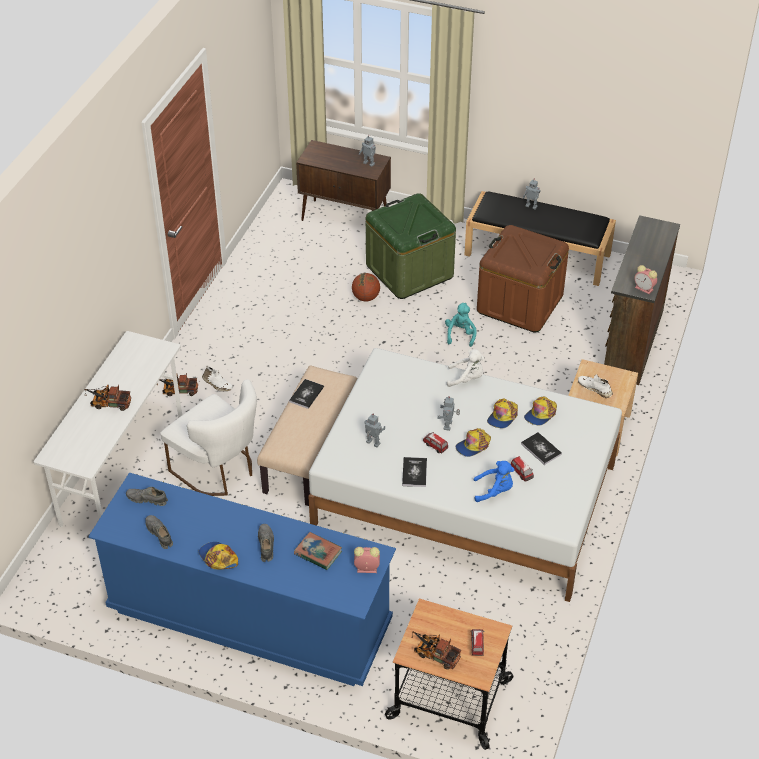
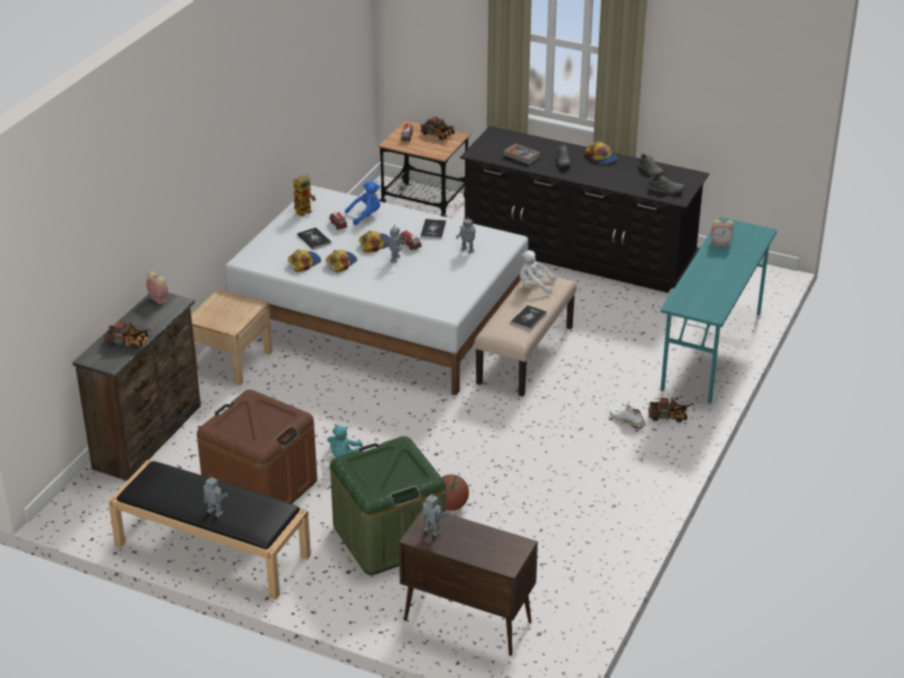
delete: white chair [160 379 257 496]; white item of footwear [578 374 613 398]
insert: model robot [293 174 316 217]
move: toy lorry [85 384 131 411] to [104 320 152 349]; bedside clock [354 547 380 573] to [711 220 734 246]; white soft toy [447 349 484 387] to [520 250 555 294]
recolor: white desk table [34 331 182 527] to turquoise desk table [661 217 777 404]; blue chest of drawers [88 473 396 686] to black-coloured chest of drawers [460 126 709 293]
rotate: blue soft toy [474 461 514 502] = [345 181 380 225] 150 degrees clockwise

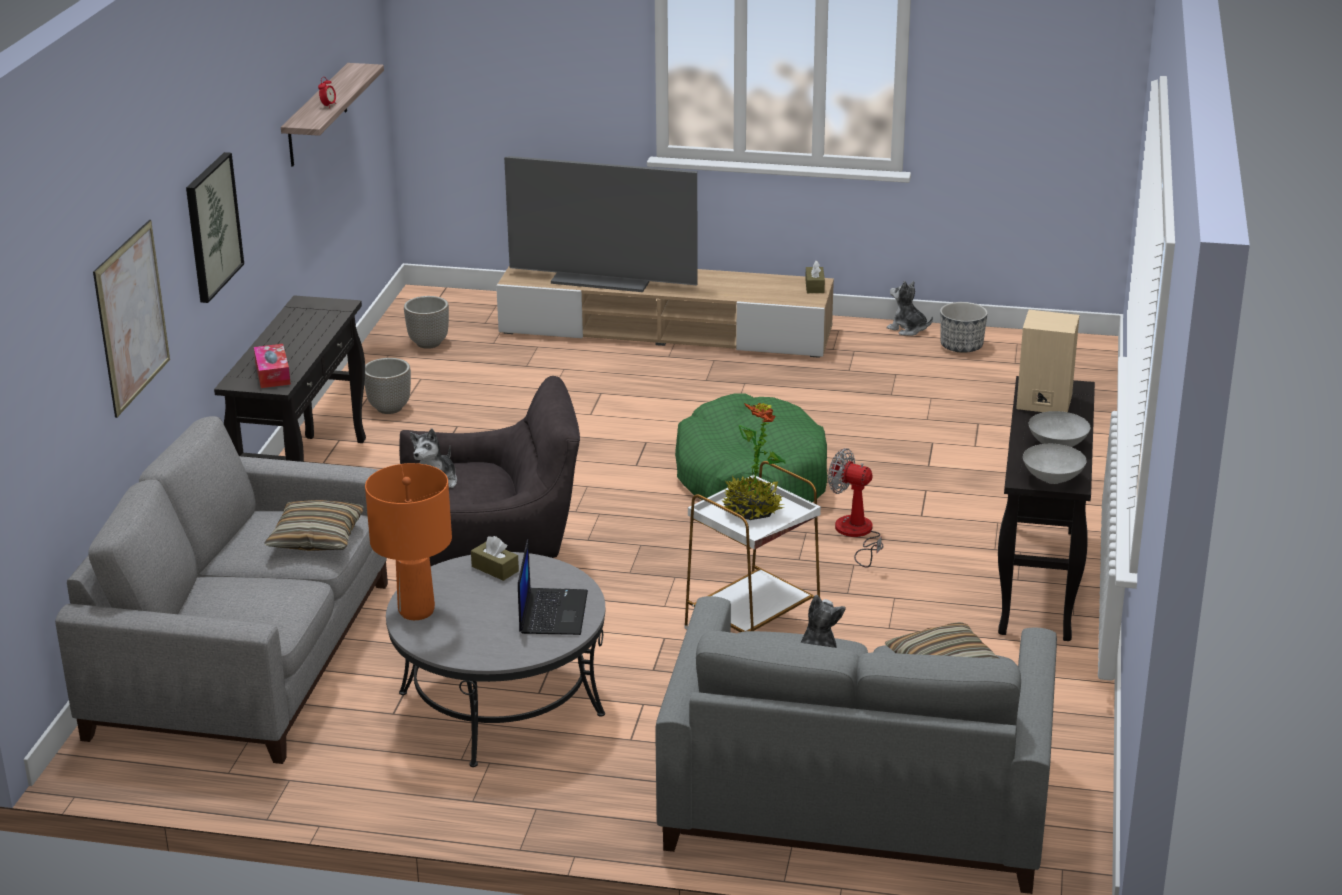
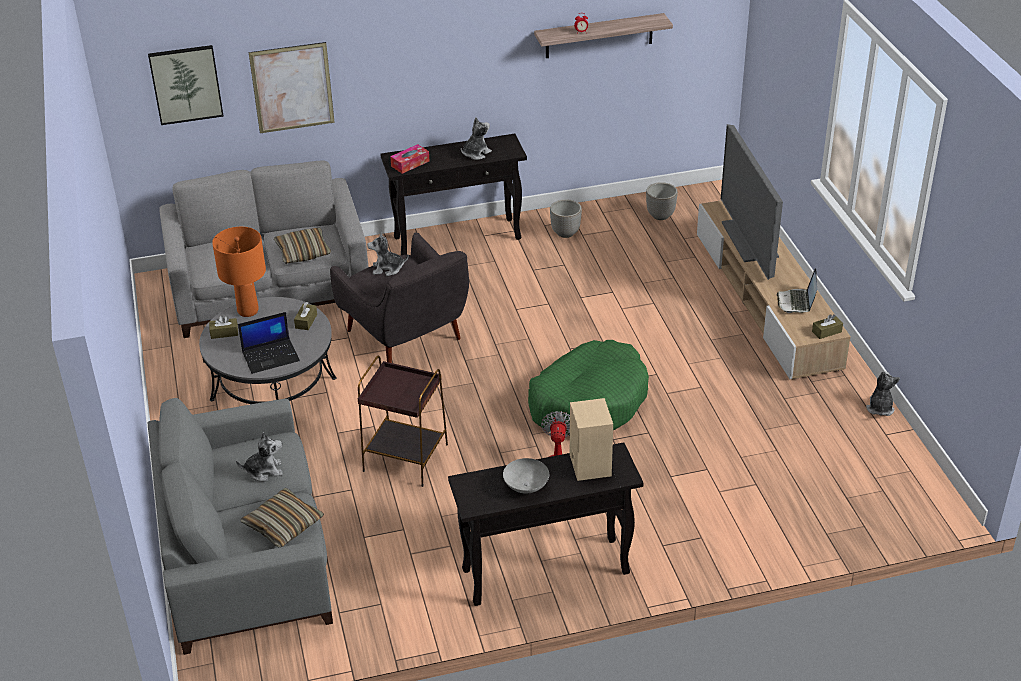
delete: houseplant [722 403 786 520]; plant pot [940 302 988 353]; greyish bowl [1023 444 1087 484]
insert: brownish box of tissues [209 315 238 339]; soft toy [461 118 492 160]; laptop [777 268 817 313]
move: picture [186 152 244 303] to [148 45 223 125]
recolor: white side table [684 461 821 632] to brownish side table [358 356 448 487]

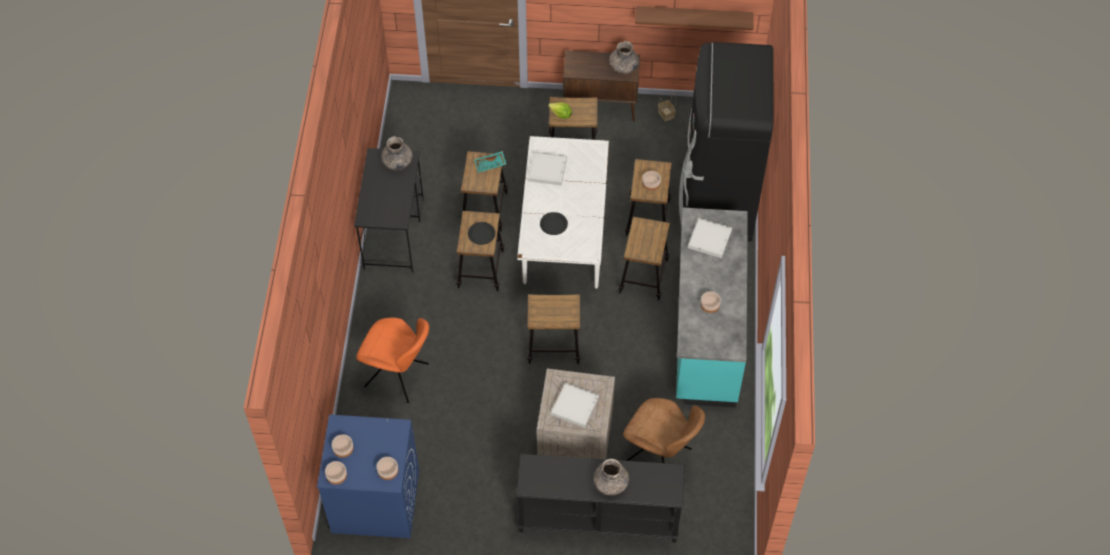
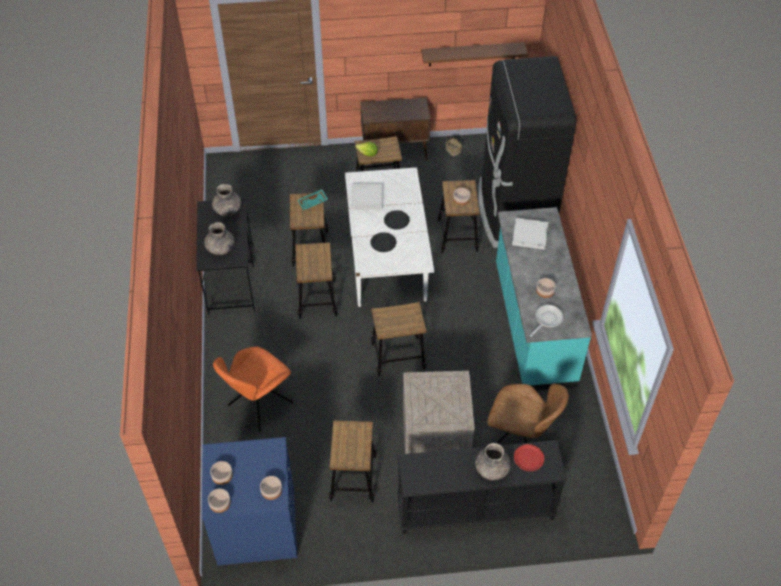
delete: white tray [551 383 599 428]
insert: red-coloured dinner plate [514 444 544 471]; skillet [530 305 563 337]
move: black-coloured dinner plate [468 222 495 245] to [384 210 410 230]; greyish flower vase [609 41 639 74] to [204 222 235 255]; stool [618 216 670 301] to [329 420 377 503]
rotate: orangey chair [356 318 429 403] = [213 347 293 432] 120 degrees clockwise

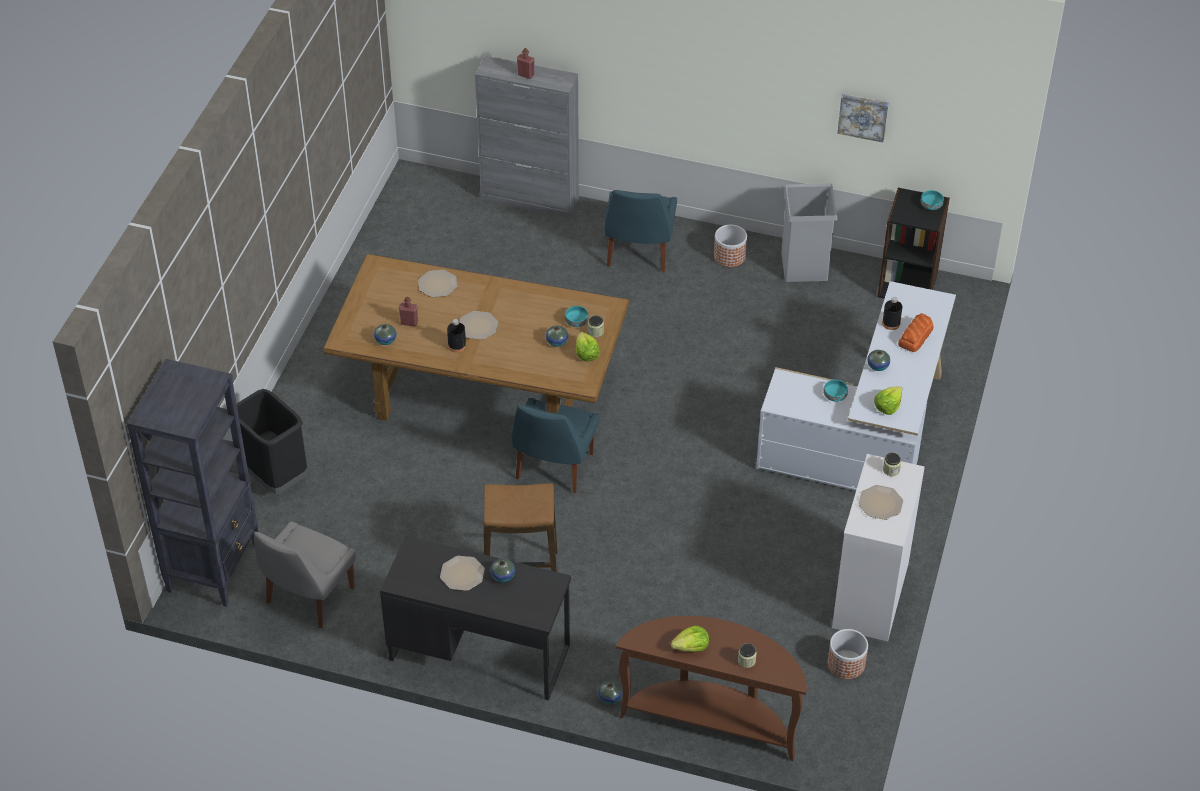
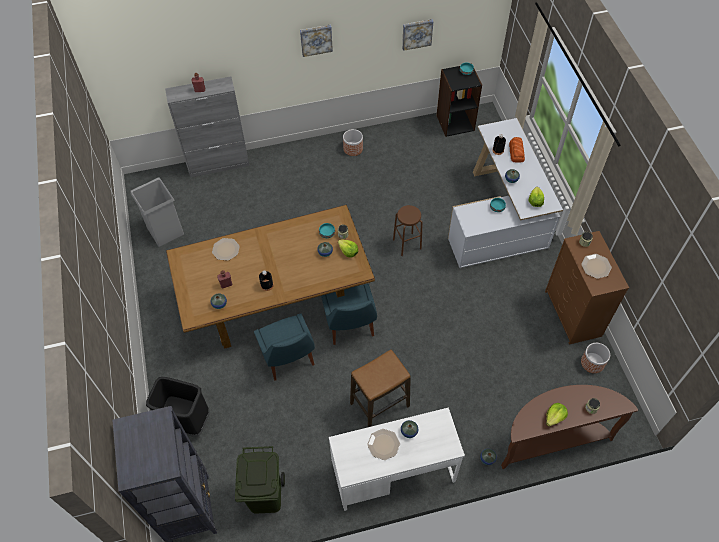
delete: dinner plate [459 311 498 340]
insert: picture [300 25 333 57]; brownish stool [393 205 423 256]
move: blue chair [604 190 677 272] to [254 313 315 380]; greyish trash can [781 183 838 282] to [130 177 184 247]
replace: greyish chair [254 521 356 628] to green trash can [235 446 285 514]
recolor: black-coloured desk table [380 536 571 700] to white desk table [329 407 465 511]; white chest of drawers [832 454 925 641] to brownish chest of drawers [545 231 629 345]

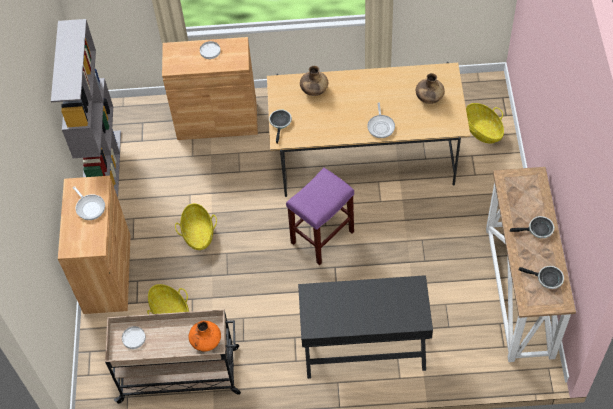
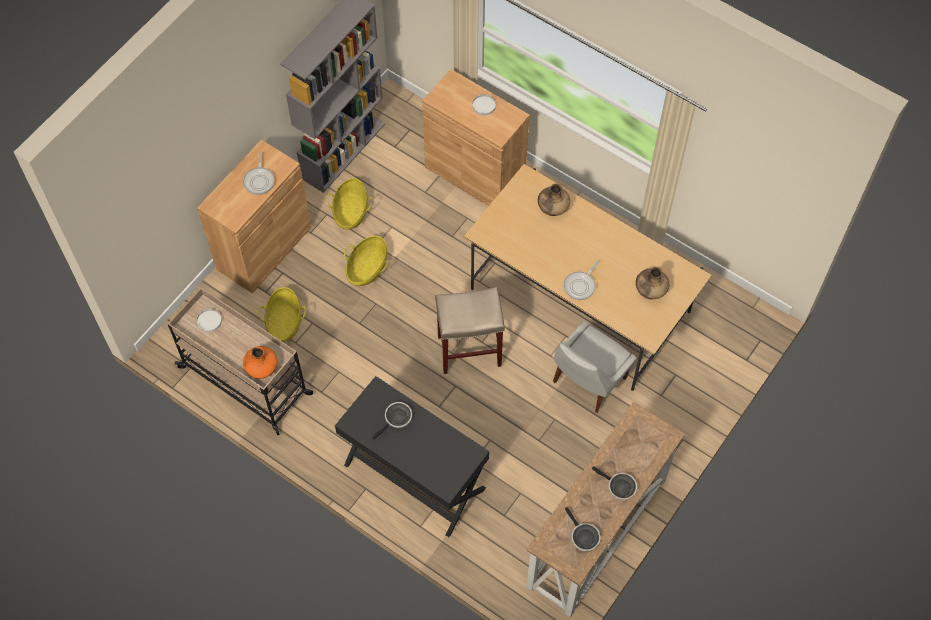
insert: white chair [553 321 636 413]
move: skillet [269 109 292 144] to [373 402 412 440]; household basket [466 103 504 143] to [327 178 372 230]
recolor: purple stool [286 168 354 265] to sand-coloured stool [435 287 505 374]

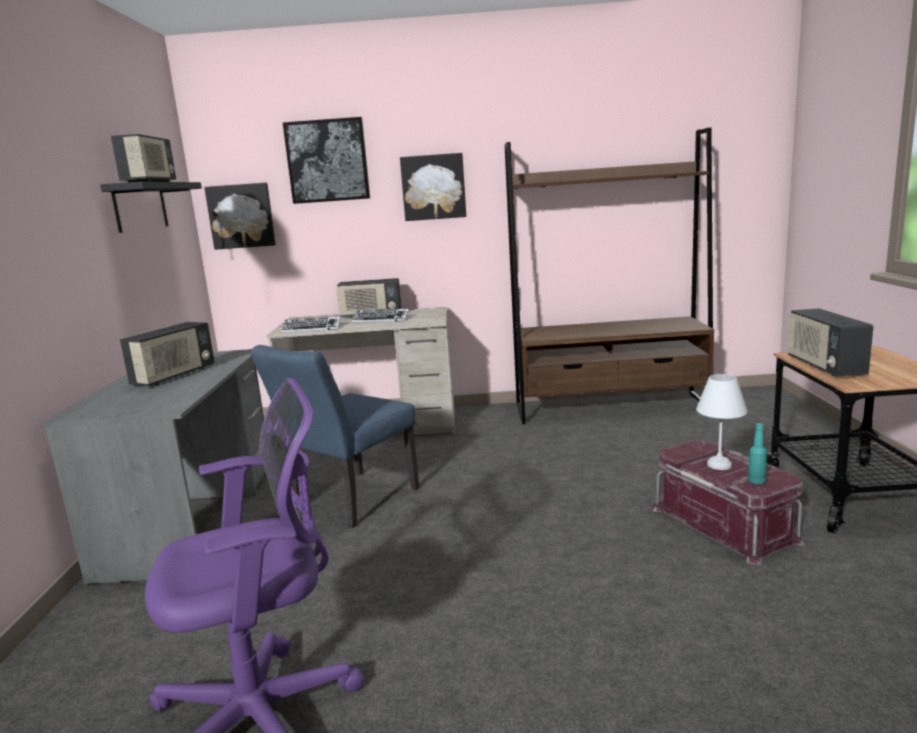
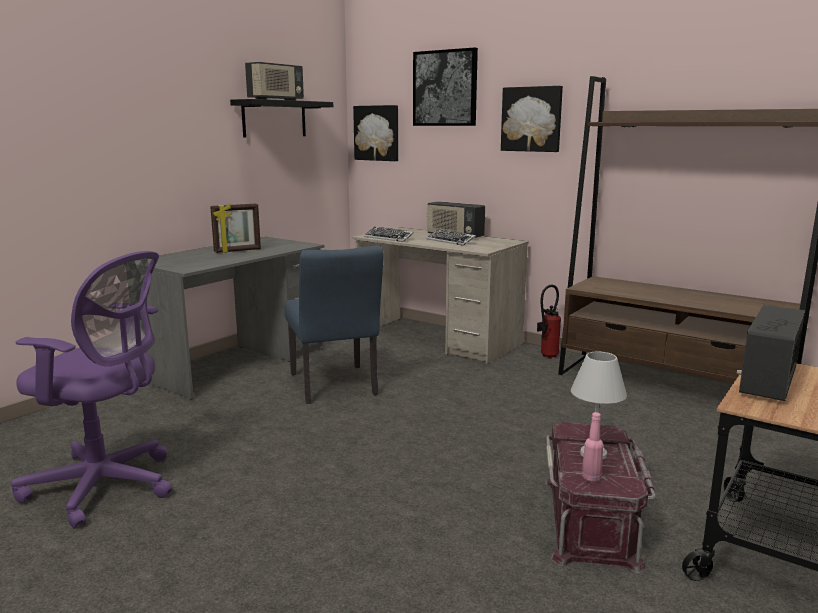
insert: extinguisher [537 285 561 359]
replace: radio set [120 322 215 386] to picture frame [210 204 261 253]
recolor: turquoise drink bottle [748 423 767 484] to pink drink bottle [582 412 603 482]
rotate: blue chair [251 345 419 528] = [284 246 384 404] 90 degrees counterclockwise

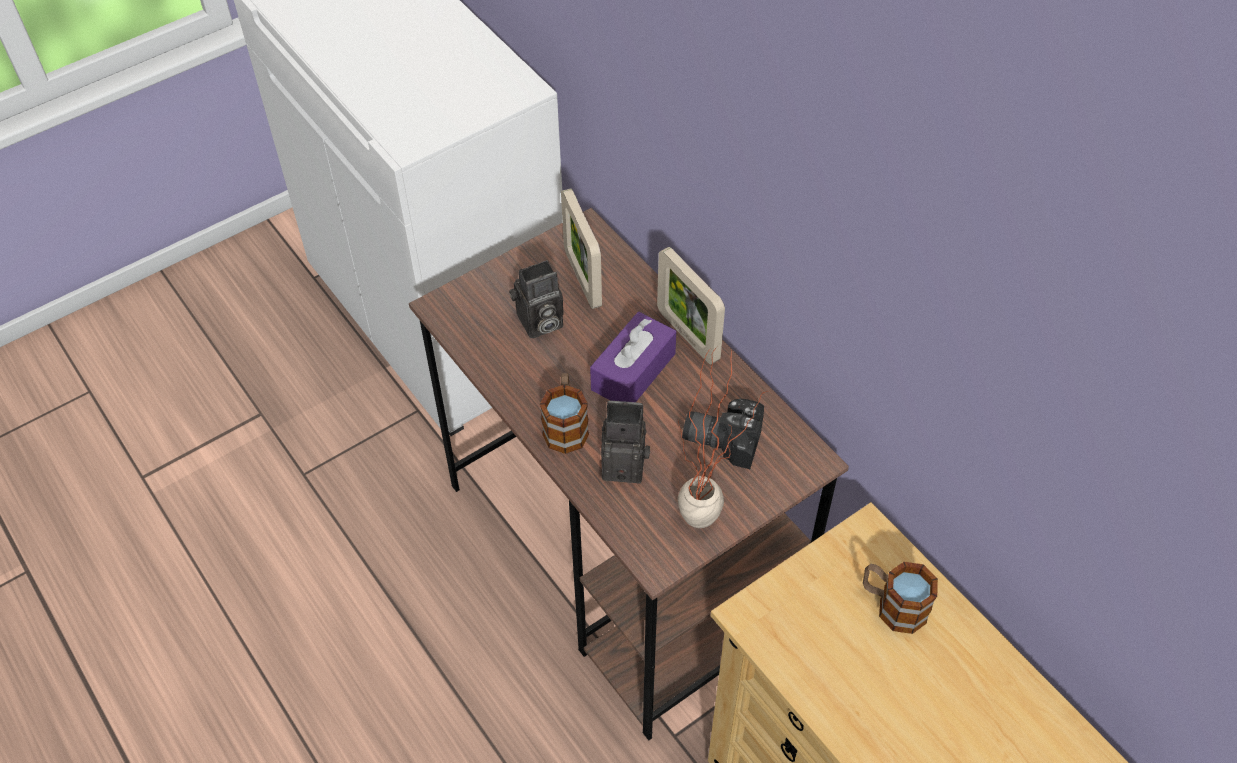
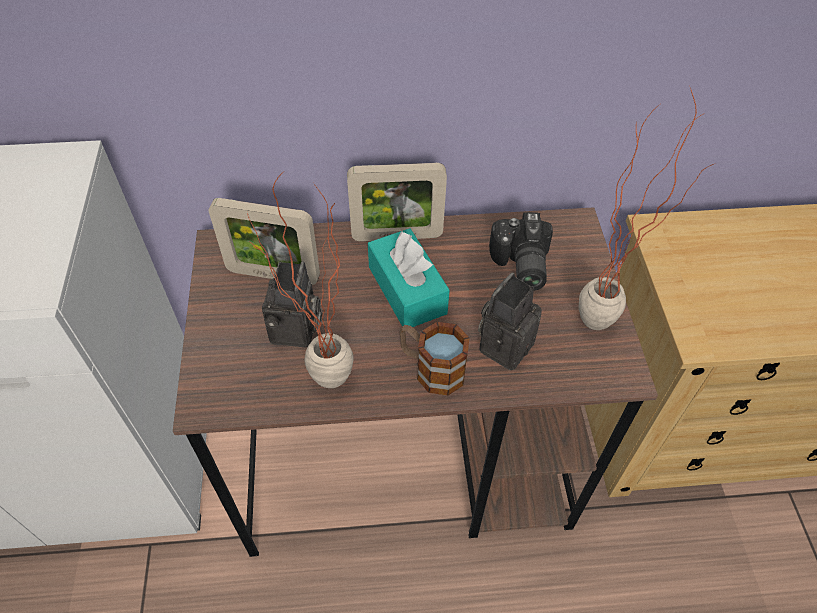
delete: coffee mug [863 562 938 634]
insert: houseplant [247 172 354 388]
recolor: purple box of tissues [590 312 676 402] to turquoise box of tissues [368 228 450 327]
rotate: still camera [682 399 764 469] = [489 212 553 291] 45 degrees counterclockwise

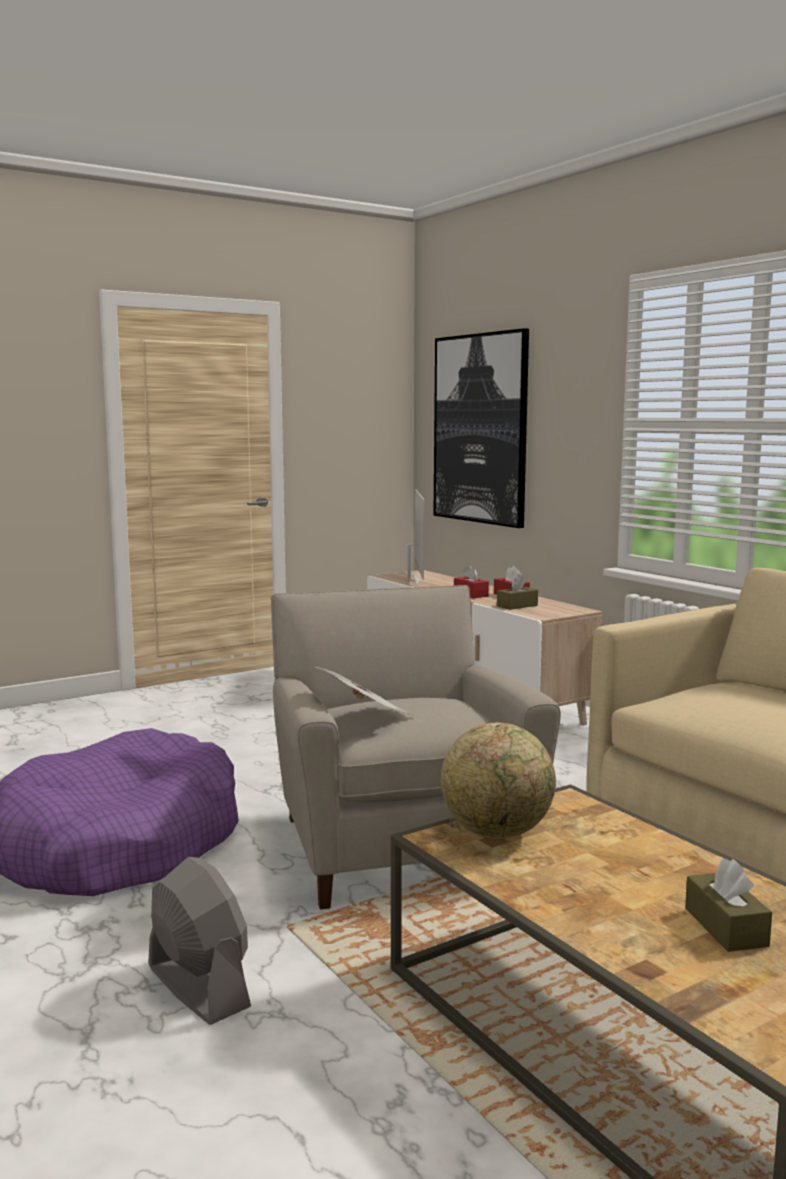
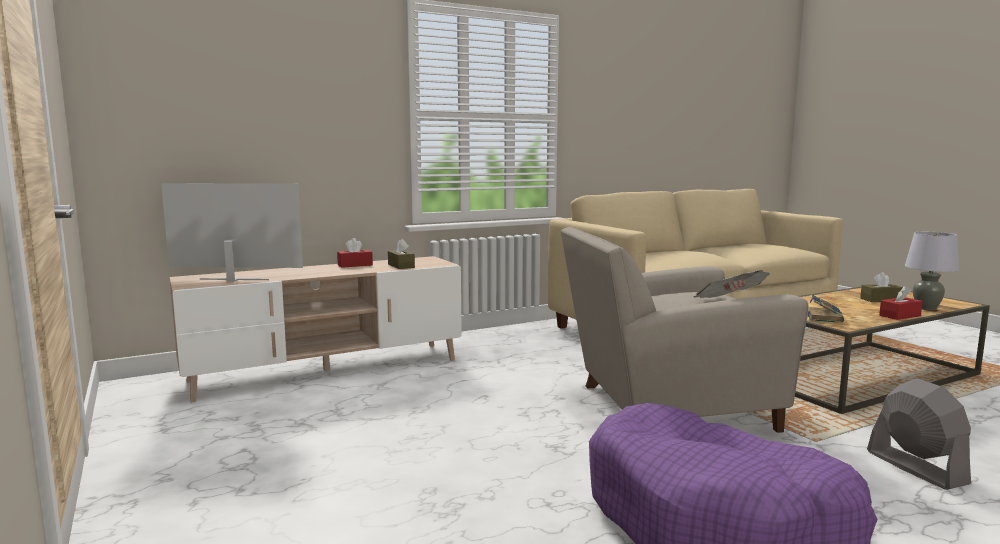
delete: picture [433 328 529 528]
insert: greyish tabletop lamp [905 232 959 311]
move: red-coloured box of tissues [454 565 489 598] to [879 286 923 320]
replace: globe [441 722 556 839] to book [808 294 844 323]
rotate: greyish electric fan [148 857 251 1025] = [867 378 971 490] 105 degrees clockwise

